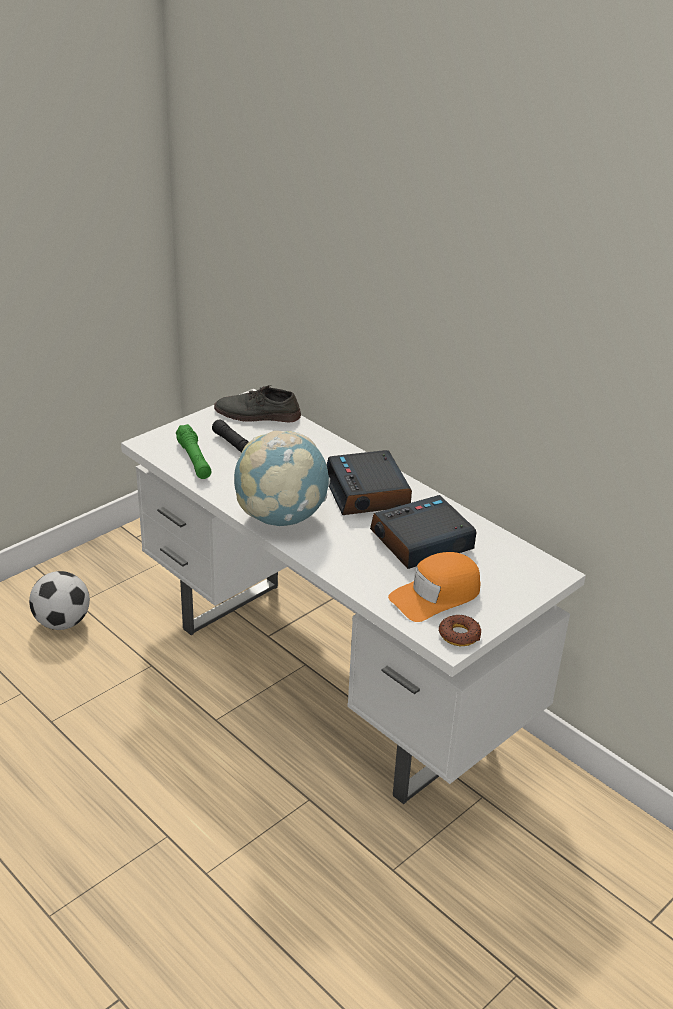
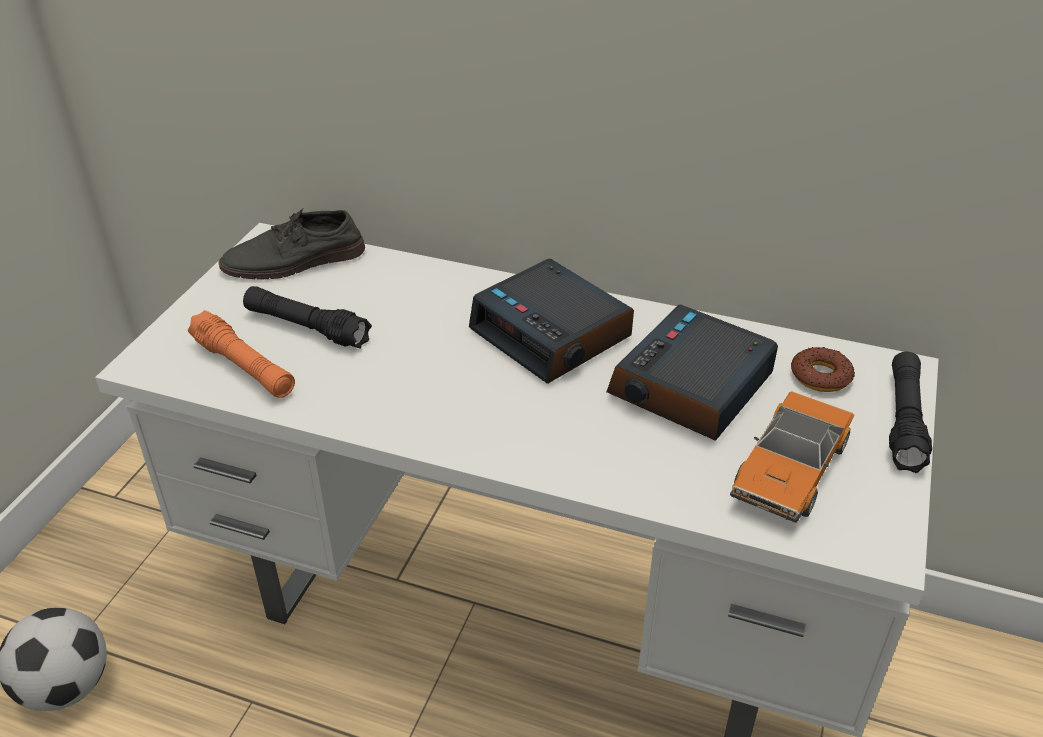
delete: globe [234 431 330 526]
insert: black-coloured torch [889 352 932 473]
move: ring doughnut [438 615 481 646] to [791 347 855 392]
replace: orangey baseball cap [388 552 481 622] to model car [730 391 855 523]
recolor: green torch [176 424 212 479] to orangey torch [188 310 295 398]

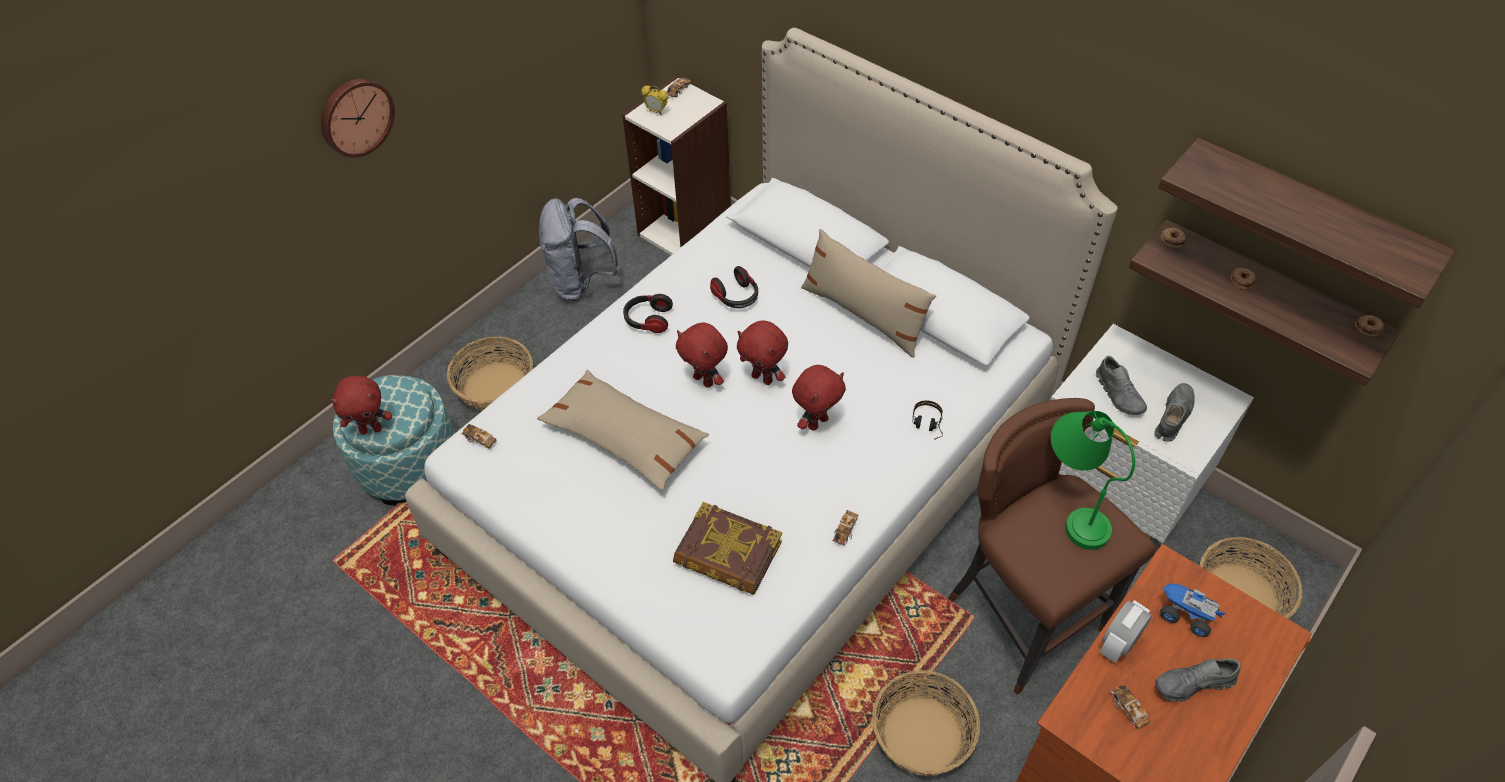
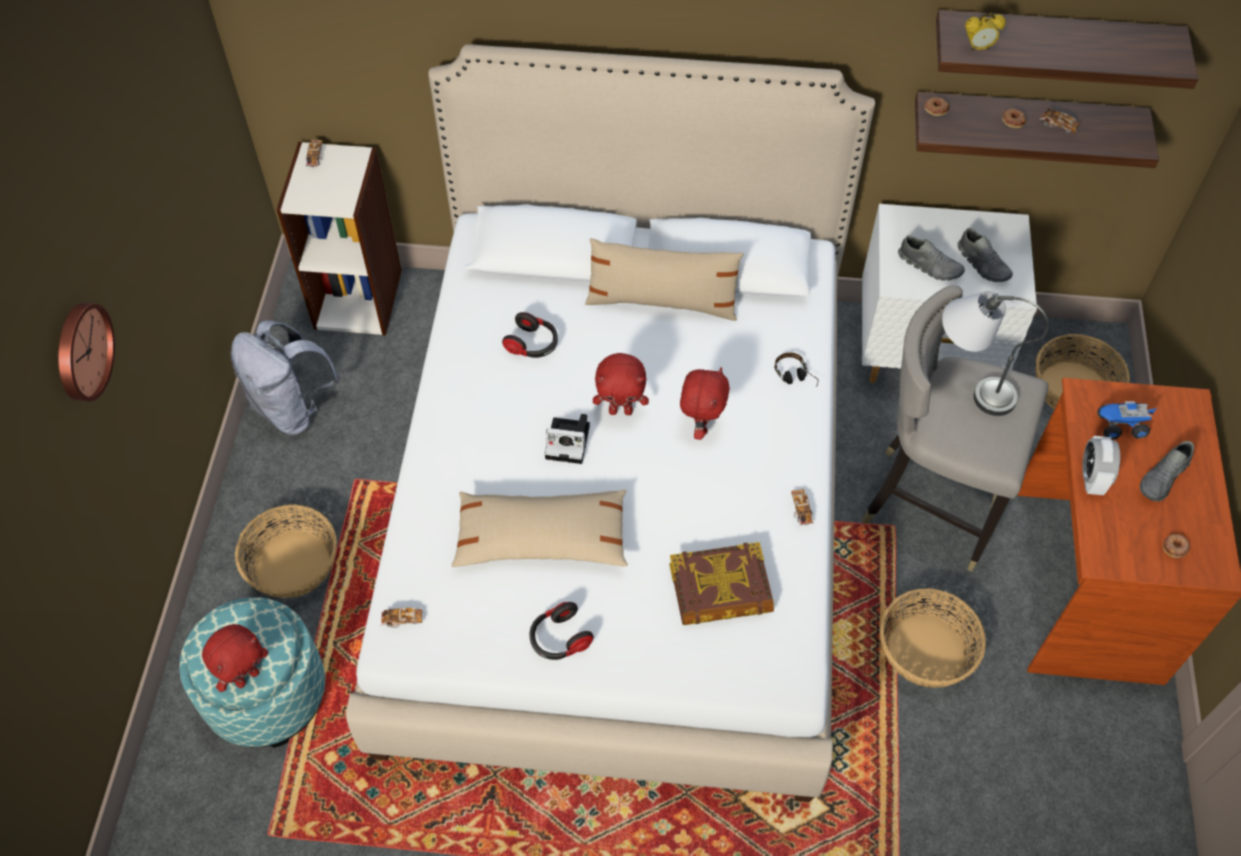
move: pair of headphones [623 294 673 333] to [530 602 594 660]; bedside clock [641 85 669 115] to [965 13 1006 51]; model car [1109 684 1150 729] to [1040 108 1080 133]; ring doughnut [1355 315 1384 336] to [1163 534 1190 558]
replace: red-coloured soft toy [676 323 728 388] to still camera [545 414 590 464]
recolor: brownish stool [948 398 1156 695] to greyish stool [862 285 1049 571]; green tabletop lamp [1051 411 1135 550] to greyish tabletop lamp [942 291 1049 416]
rotate: greyish item of footwear [1154 383 1195 442] = [958 228 1013 282] 150 degrees clockwise

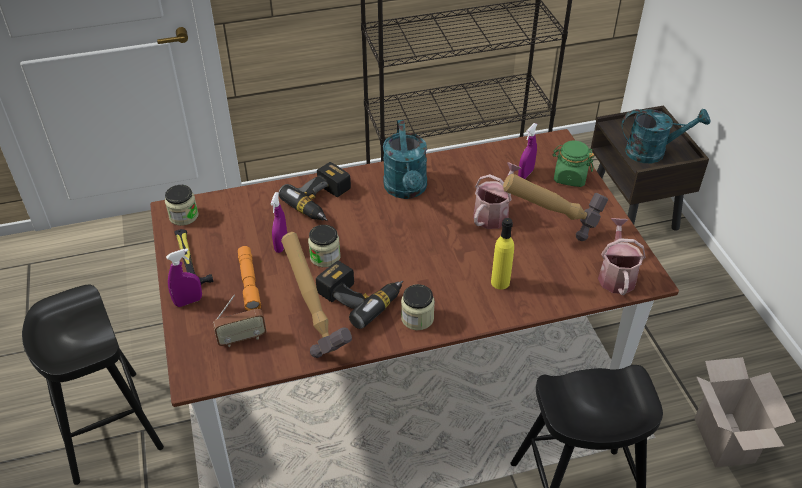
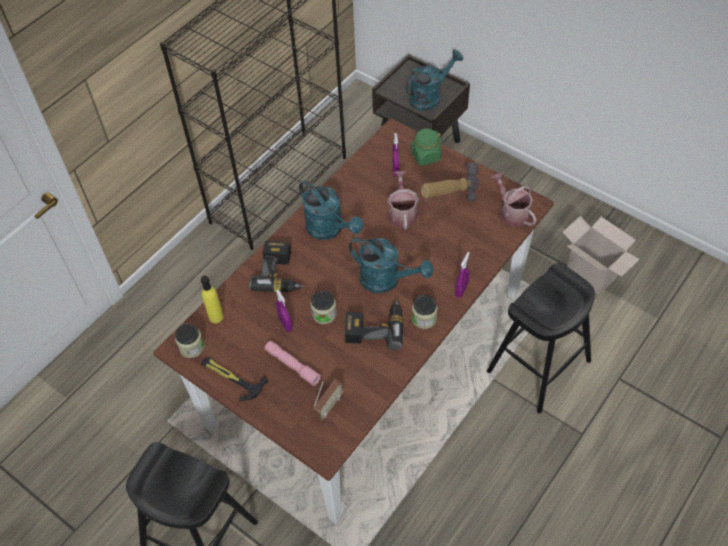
delete: hammer [281 232 352 358]
insert: turquoise watering pot [349 237 433 293]
move: purple spray bottle [166 248 202 307] to [455 252 470 298]; yellow drink bottle [491 218 514 290] to [201 276 224 323]
recolor: orangey torch [238 246 261 311] to pink torch [265 341 321 386]

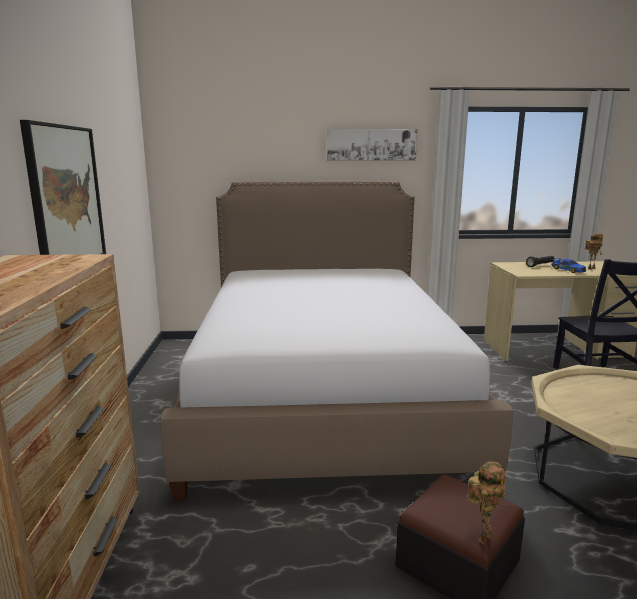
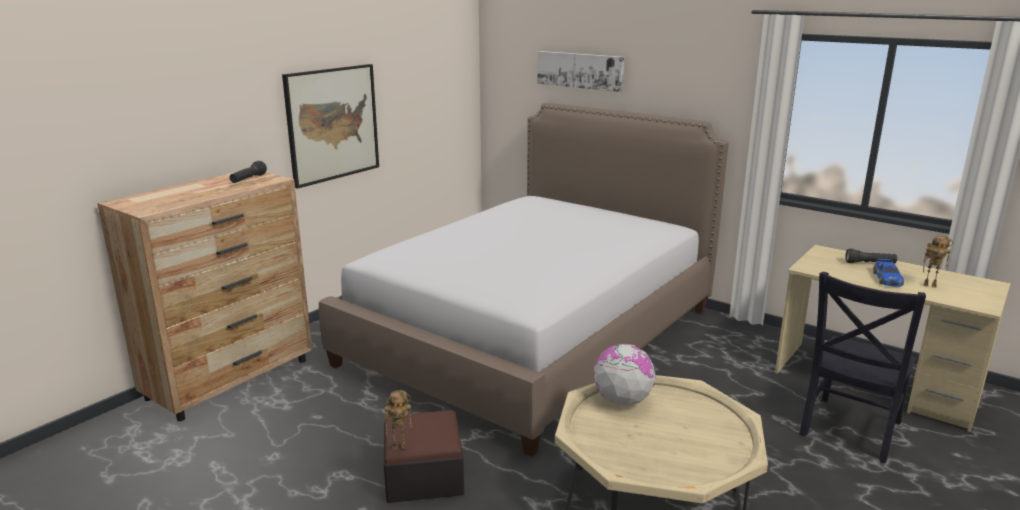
insert: black-coloured torch [230 161 267 183]; globe [594 344 656 406]
move: picture [327 129 417 160] to [537 51 624 92]

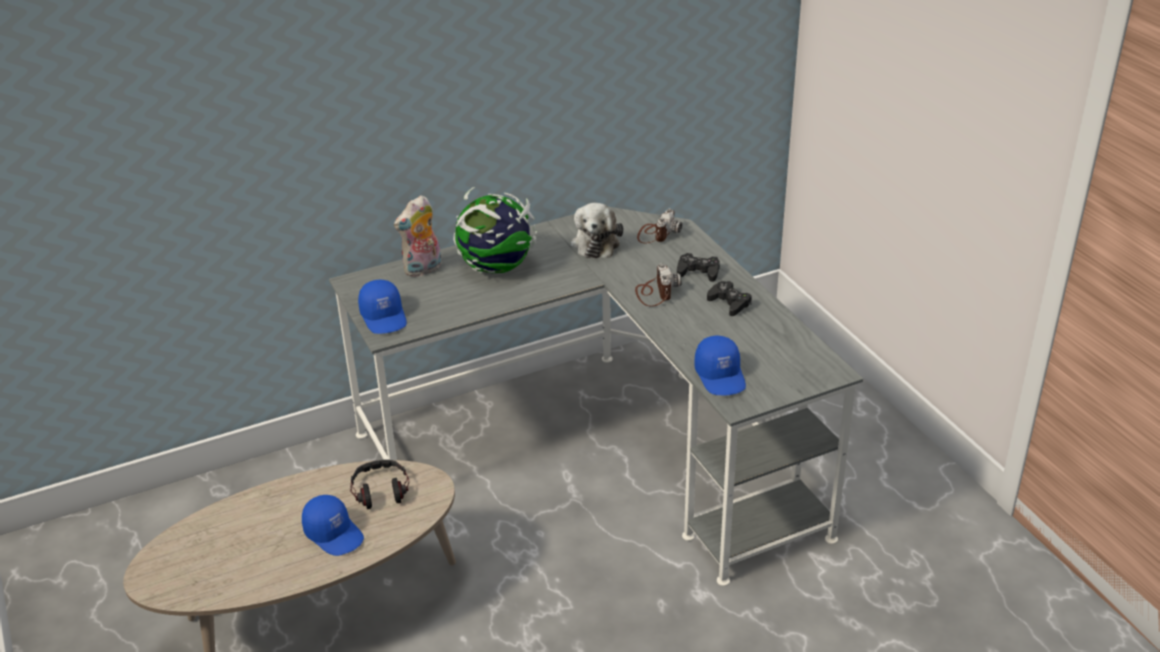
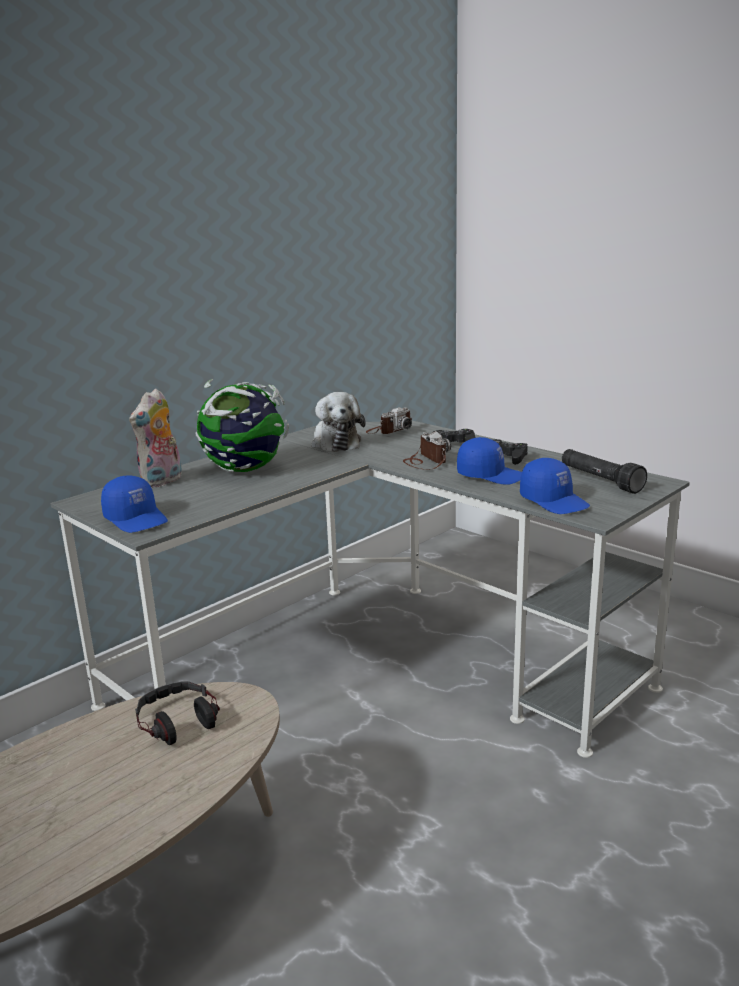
insert: black-coloured torch [562 449 647 494]
move: blue baseball cap [302 495 364 556] to [457 437 522 485]
rotate: still camera [637 208 682 244] = [366 407 412 434] 45 degrees clockwise

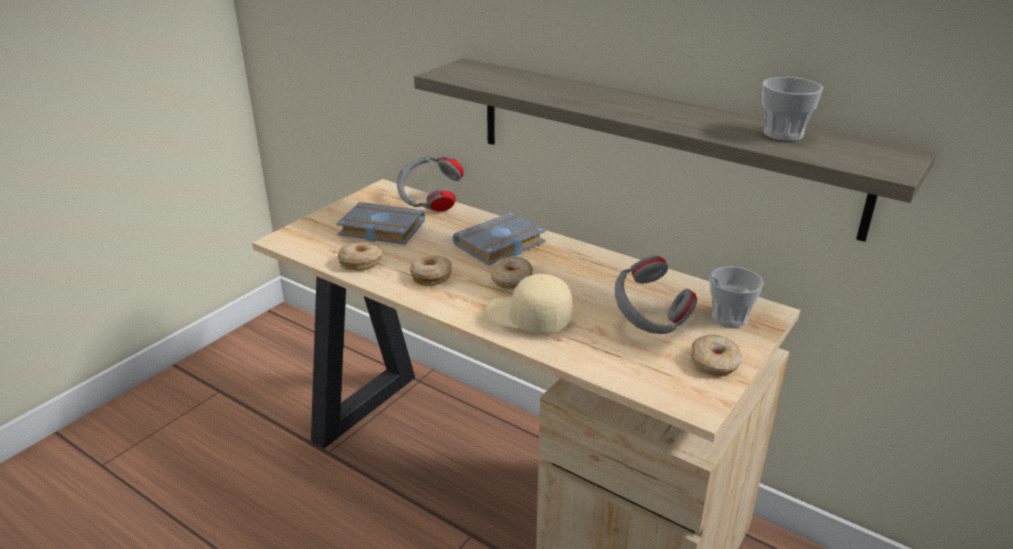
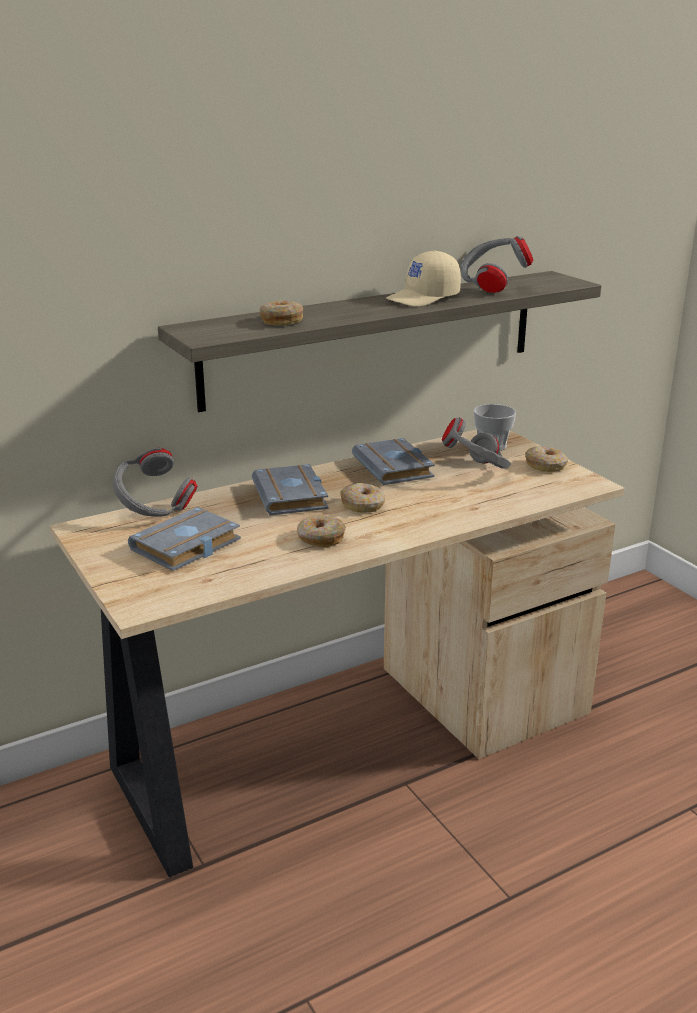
insert: greyish book [352 438 435 485]
move: ring doughnut [338 243 382 271] to [260 301 303 326]; sand-coloured baseball cap [486 274 573 333] to [386 250 461 307]
replace: small cup [762 77 823 141] to greyish pair of headphones [460 236 533 293]

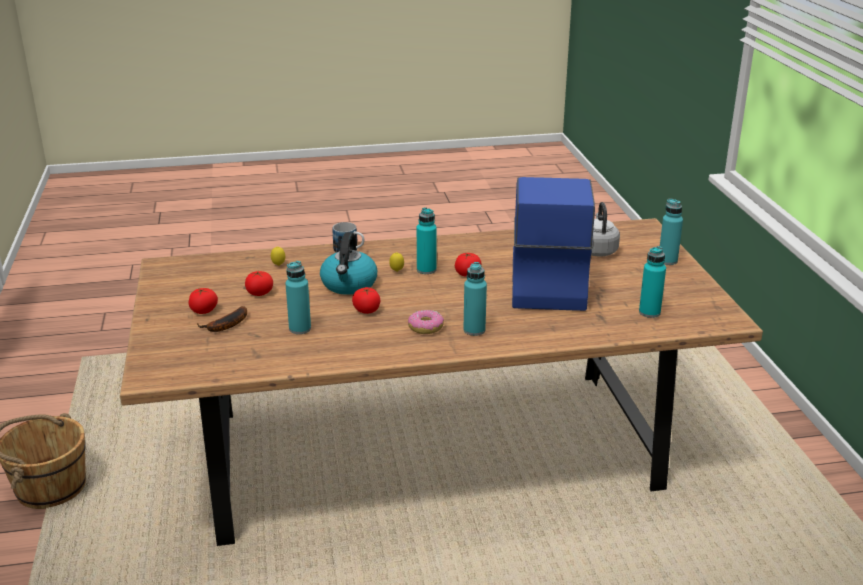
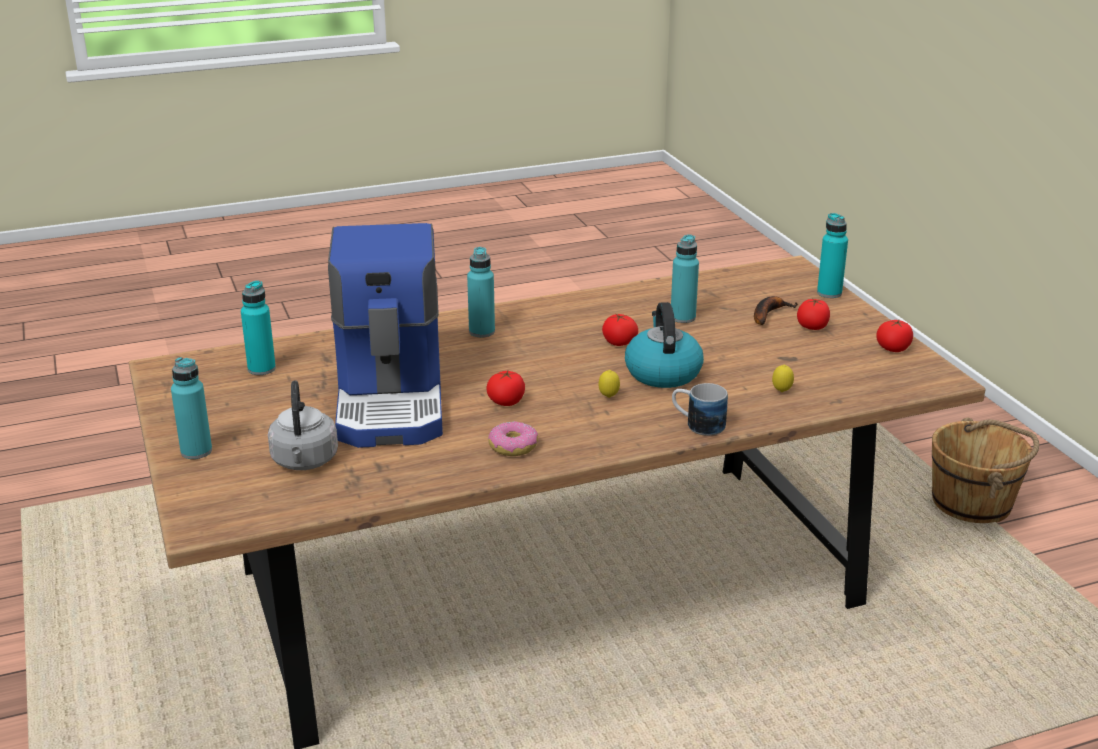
move: whole tomato [245 271 273 296] to [876 320 913 352]; ring doughnut [408 310 444 334] to [488 421 538 456]; turquoise drink bottle [417 207 437 274] to [817 213 848 298]

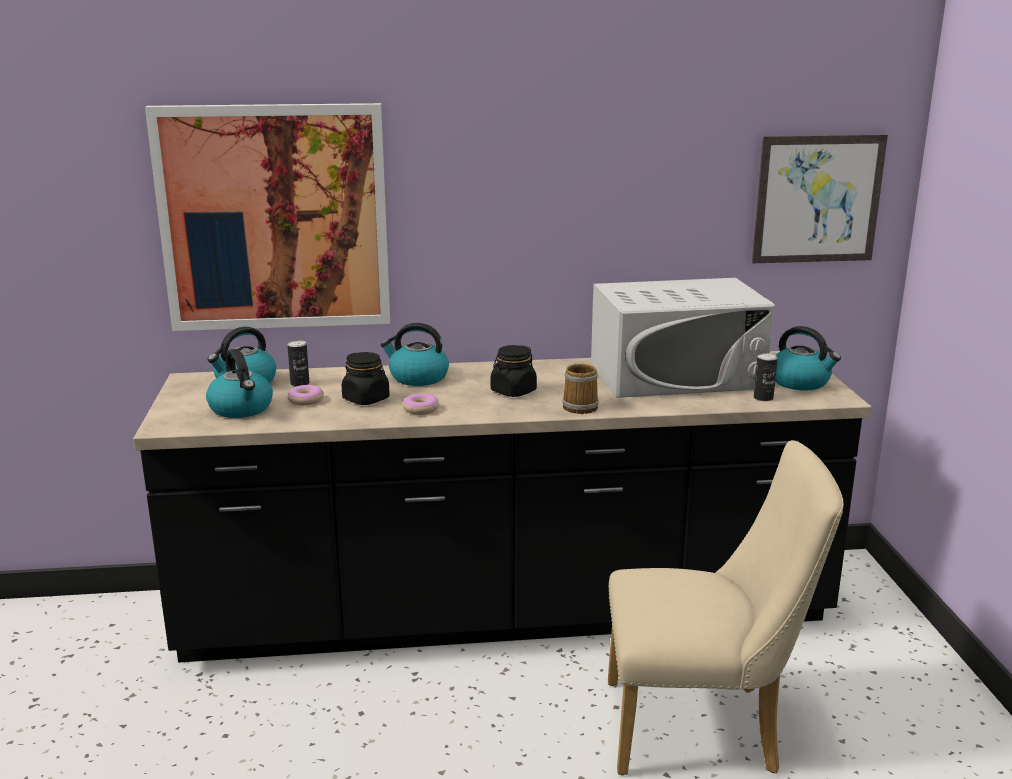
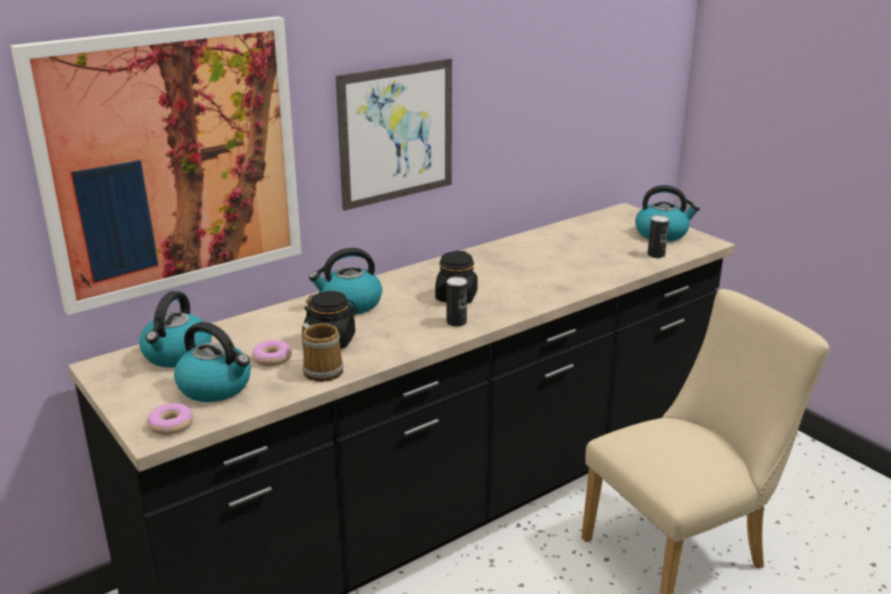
delete: white kitchen microwave [591 278 775 398]
move: metal can [287 340 309 387] to [447 276 467 327]; ring doughnut [402 393 439 415] to [147 403 193 435]; coffee mug [562 363 599 414] to [302 323 344 382]; picture [752 135 888 263] to [336 58 452 211]

